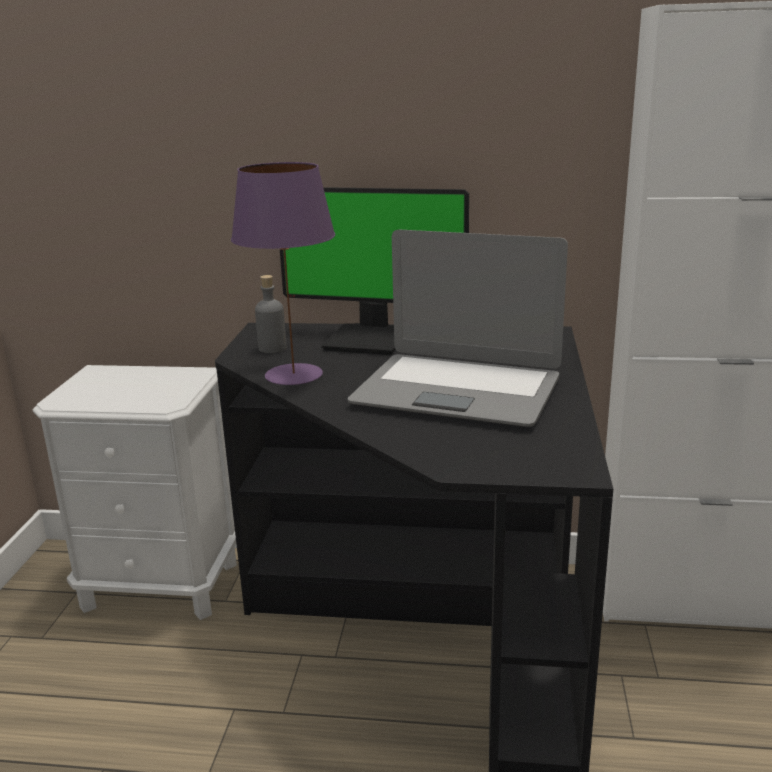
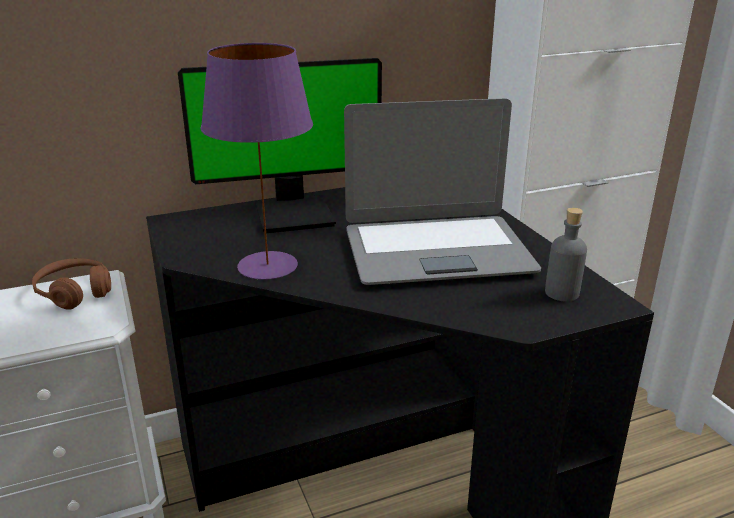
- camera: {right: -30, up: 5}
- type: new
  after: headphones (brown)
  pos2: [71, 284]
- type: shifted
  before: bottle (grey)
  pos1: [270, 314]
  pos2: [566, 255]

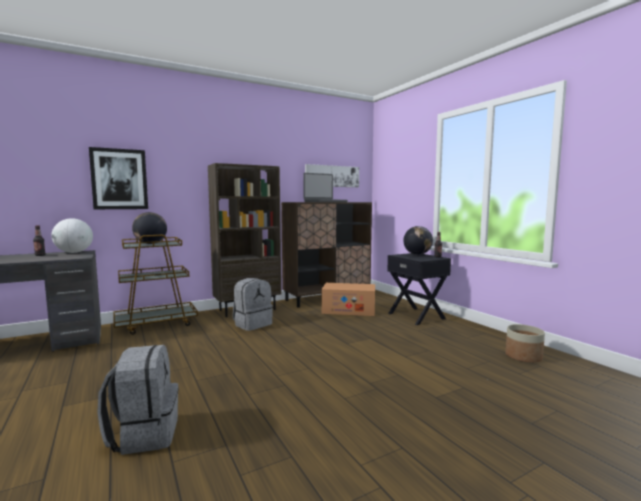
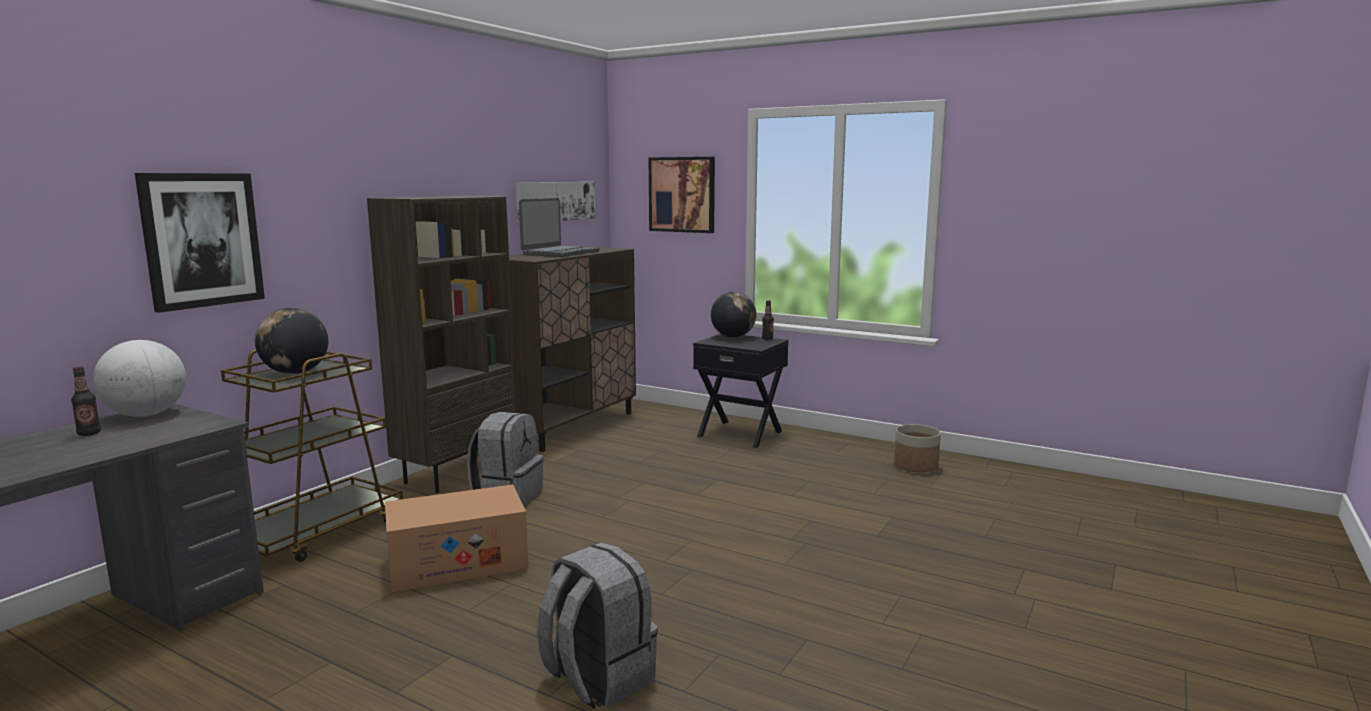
- camera: {right: -30, up: 5}
- type: new
  after: picture
  pos2: [682, 195]
- type: shifted
  before: cardboard box
  pos1: [348, 299]
  pos2: [457, 538]

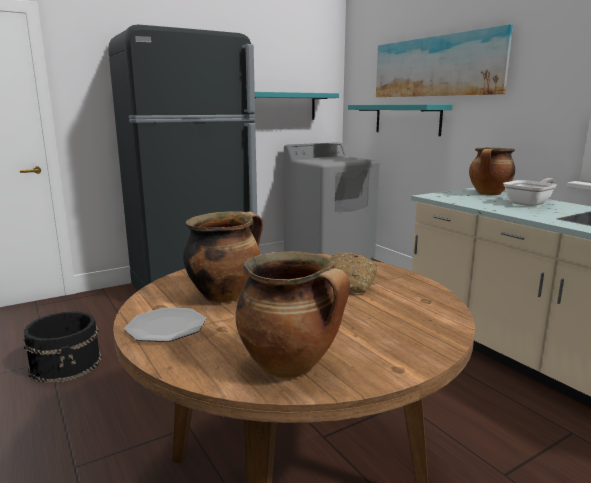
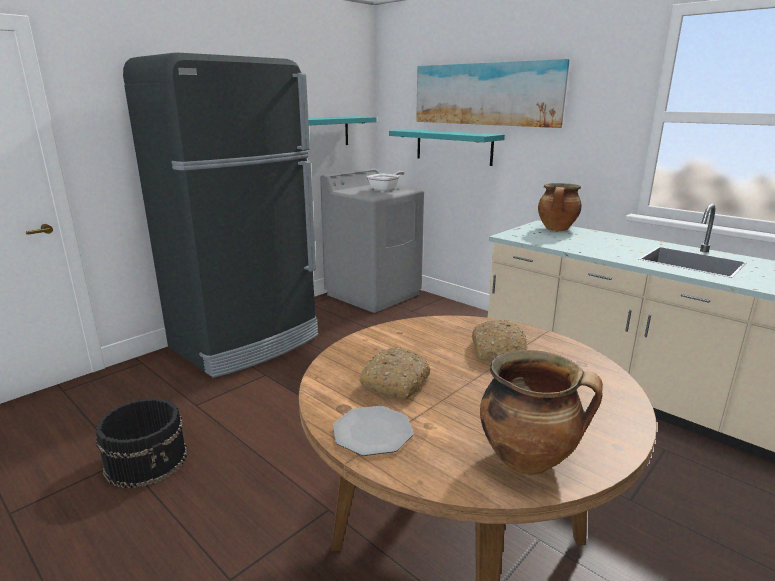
- camera: {right: -15, up: 5}
- type: shifted
  before: frying pan
  pos1: [530, 192]
  pos2: [385, 181]
- type: swapped
  before: cooking pot
  after: bread
  pos1: [223, 257]
  pos2: [394, 373]

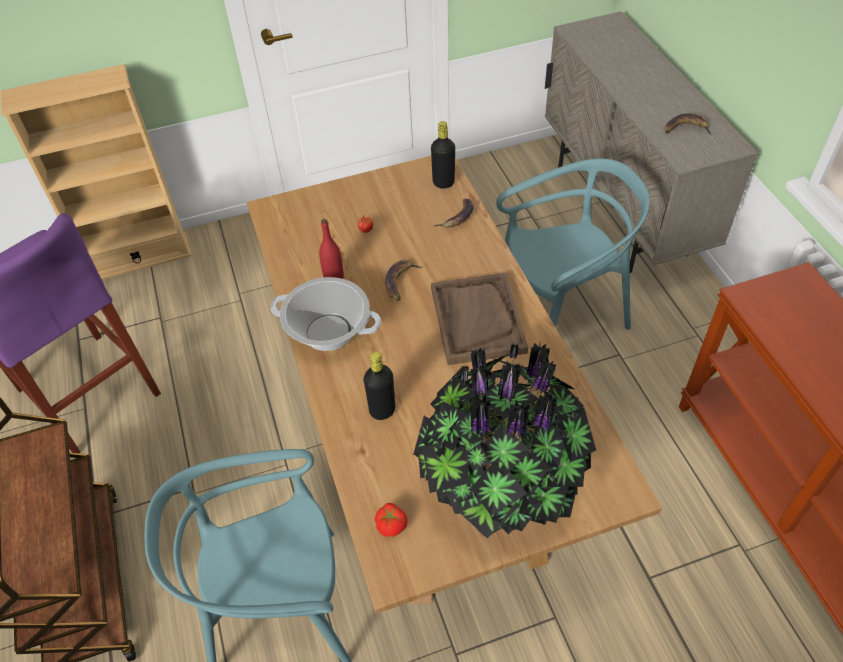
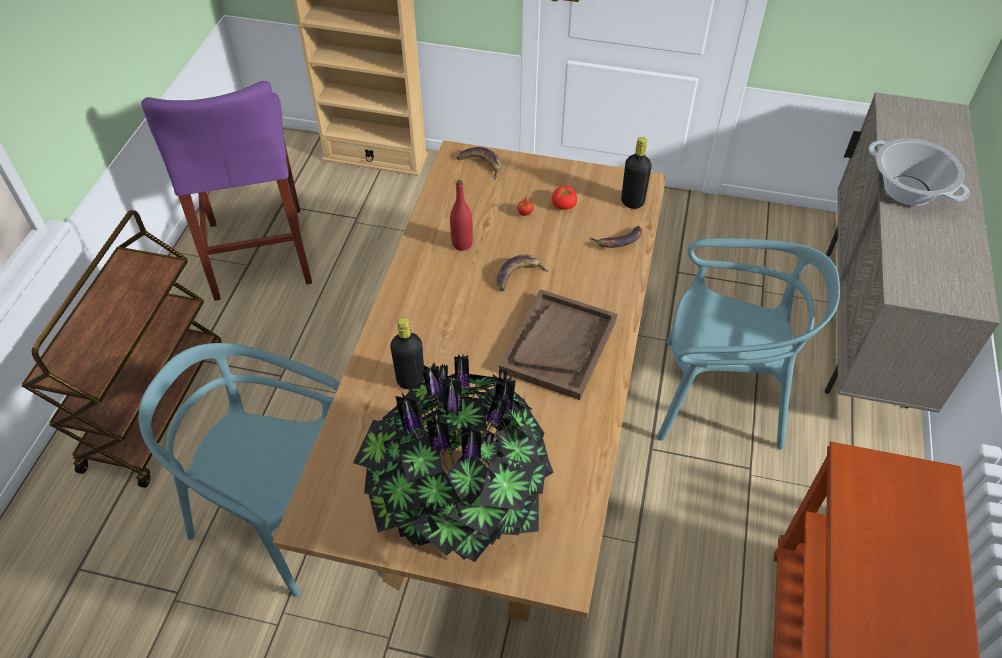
- camera: {right: 30, up: 0}
- type: shifted
  before: cooking pot
  pos1: [326, 314]
  pos2: [919, 172]
- type: shifted
  before: tomato
  pos1: [391, 520]
  pos2: [564, 197]
- type: shifted
  before: banana
  pos1: [688, 124]
  pos2: [478, 163]

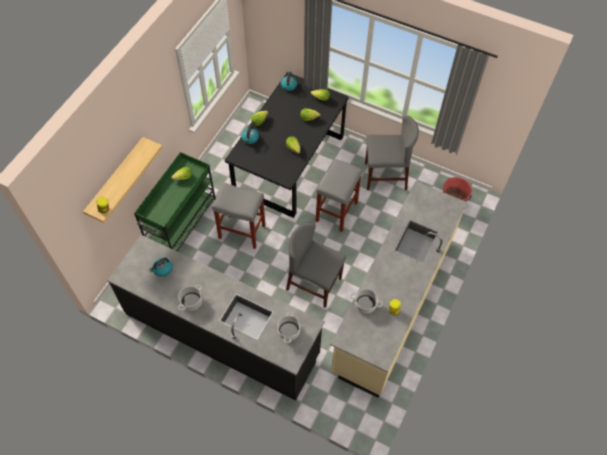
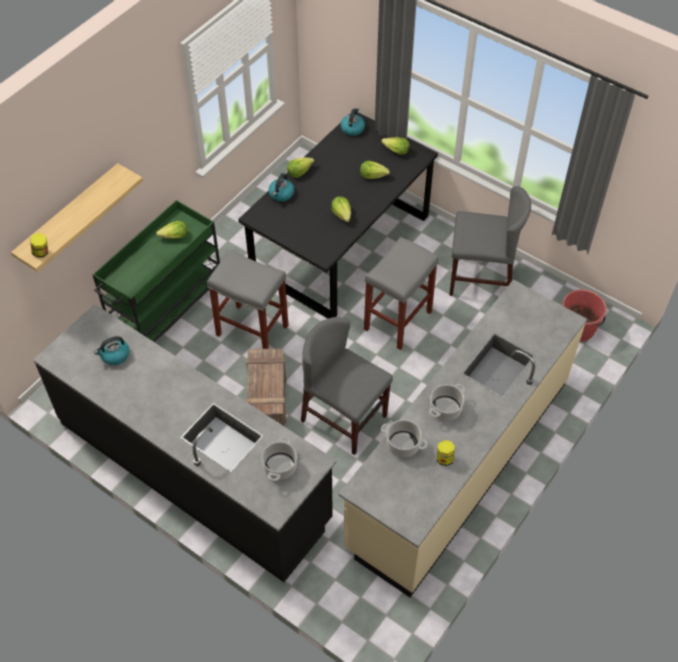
- camera: {right: 10, up: -5}
- type: new
  after: crate
  pos2: [265, 387]
- type: shifted
  before: cooking pot
  pos1: [190, 297]
  pos2: [447, 402]

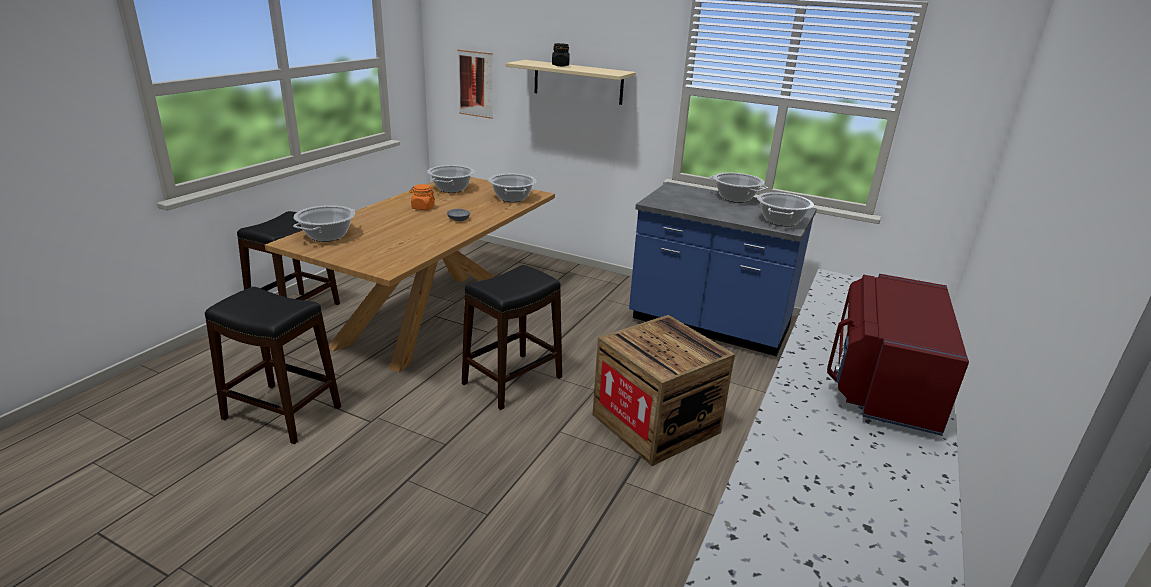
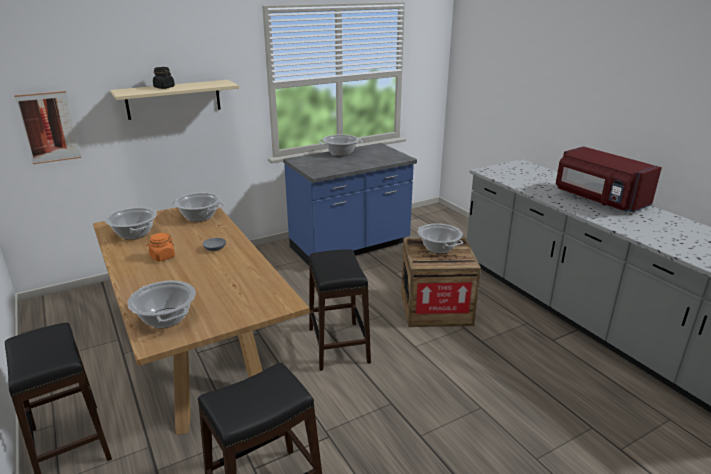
- camera: {right: -55, up: 0}
- type: shifted
  before: cooking pot
  pos1: [785, 209]
  pos2: [440, 238]

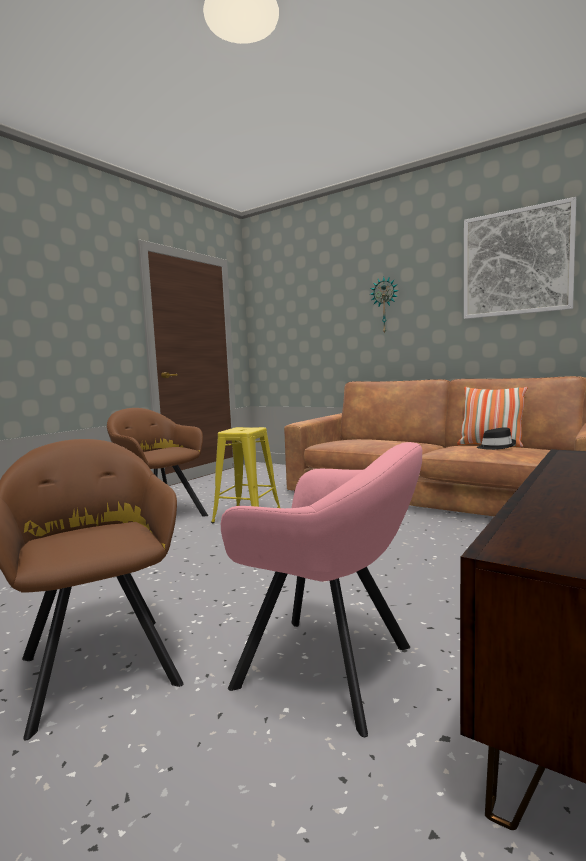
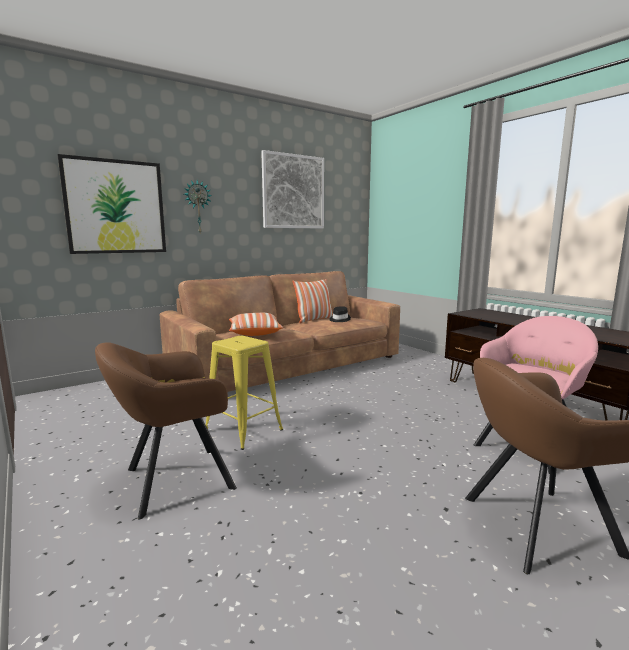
- camera: {right: -70, up: 5}
- type: new
  after: picture
  pos2: [112, 204]
- type: new
  after: pillow
  pos2: [256, 324]

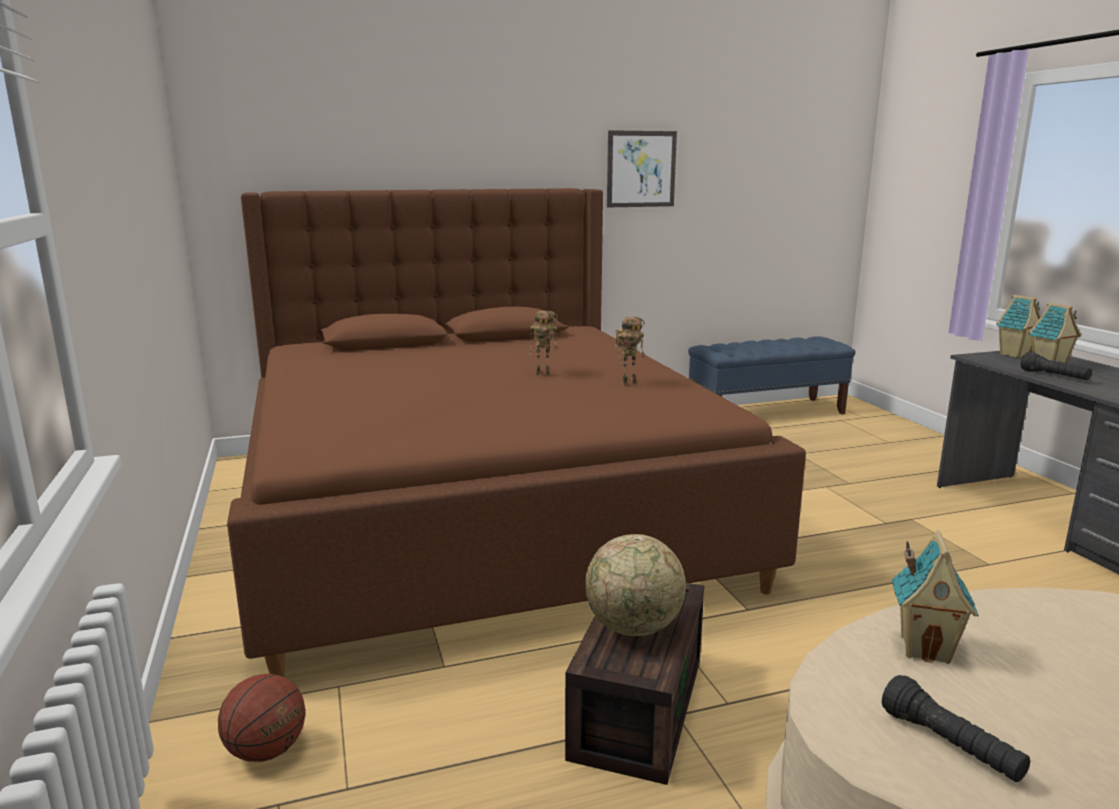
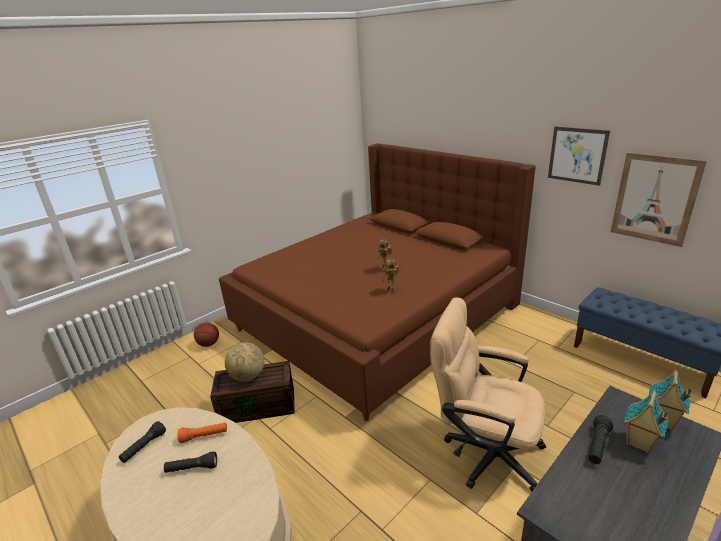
- camera: {right: 65, up: 10}
- type: new
  after: flashlight (black)
  pos2: [190, 462]
- type: new
  after: office chair (beige)
  pos2: [488, 394]
- type: new
  after: picture
  pos2: [659, 199]
- type: swapped
  before: toy house
  after: flashlight (orange)
  pos1: [935, 597]
  pos2: [202, 432]

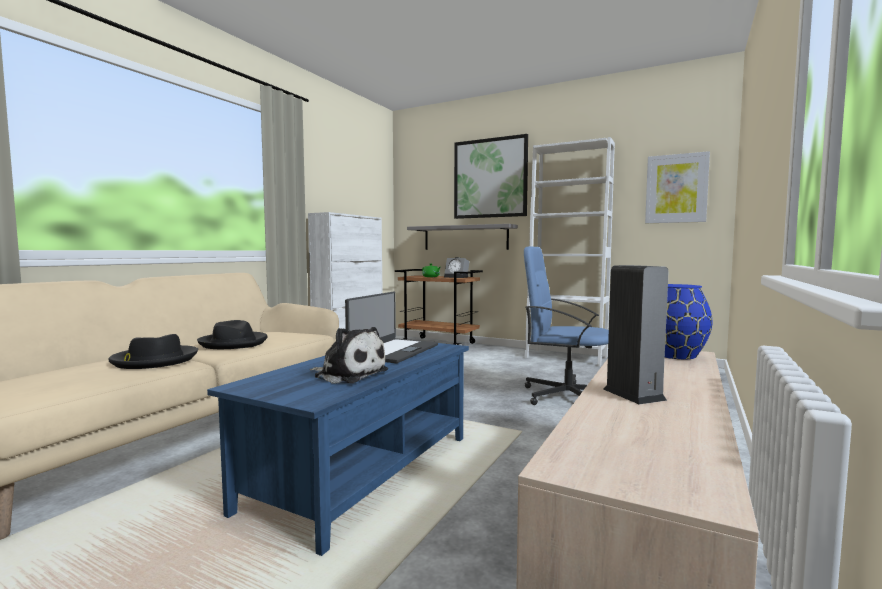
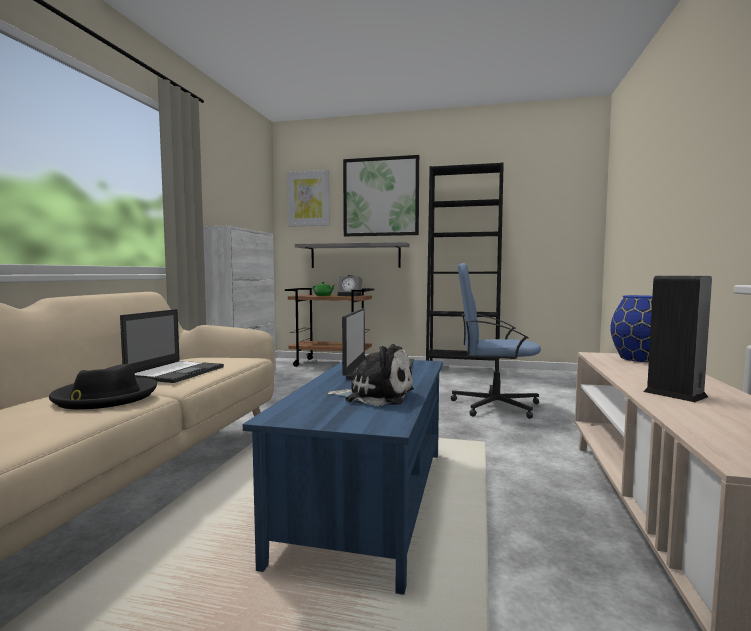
- camera: {right: -15, up: 0}
- type: shifted
  before: picture
  pos1: [677, 187]
  pos2: [308, 198]
- type: swapped
  before: hat (black)
  after: laptop
  pos1: [232, 334]
  pos2: [172, 346]
- type: repainted
  before: bookcase (white)
  after: bookcase (black)
  pos1: [570, 251]
  pos2: [465, 261]

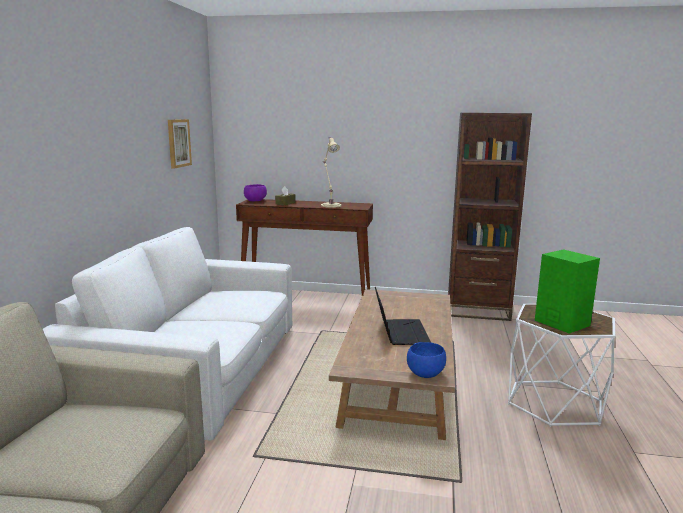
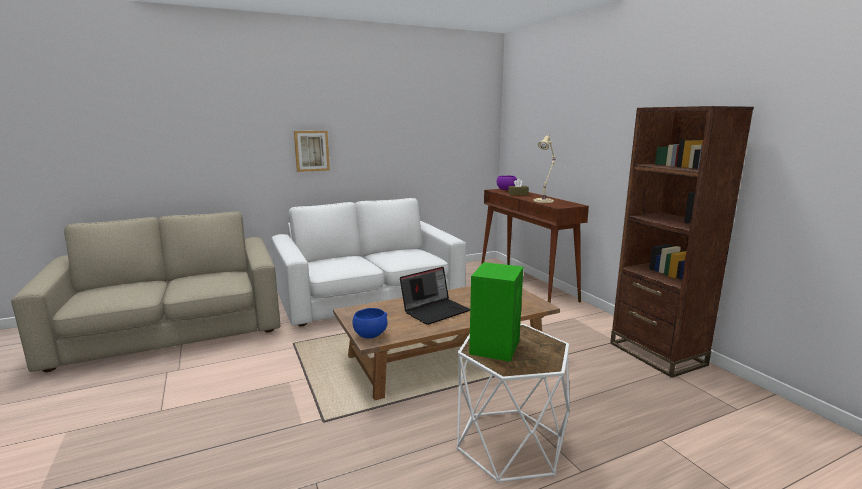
- camera: {right: 55, up: 0}
- type: shifted
  before: picture
  pos1: [180, 144]
  pos2: [312, 151]

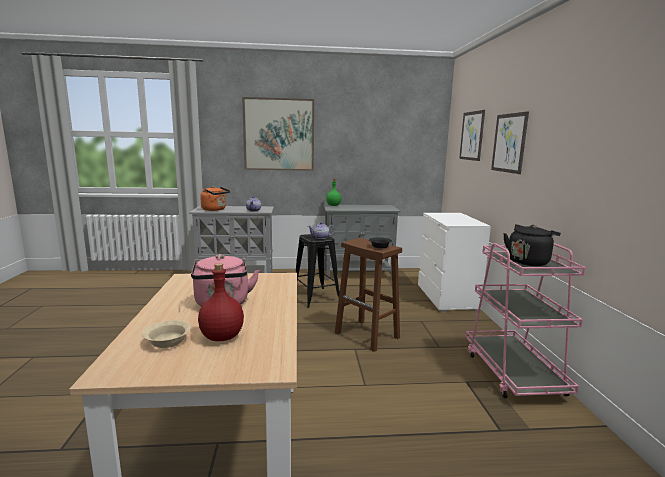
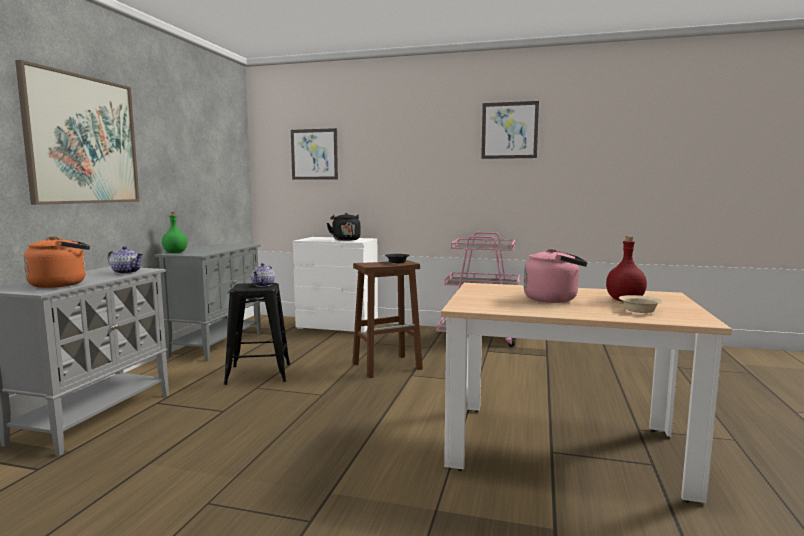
- camera: {right: -70, up: -5}
- type: shifted
  before: picture
  pos1: [510, 142]
  pos2: [510, 130]
- type: shifted
  before: kettle (black)
  pos1: [532, 245]
  pos2: [343, 227]

